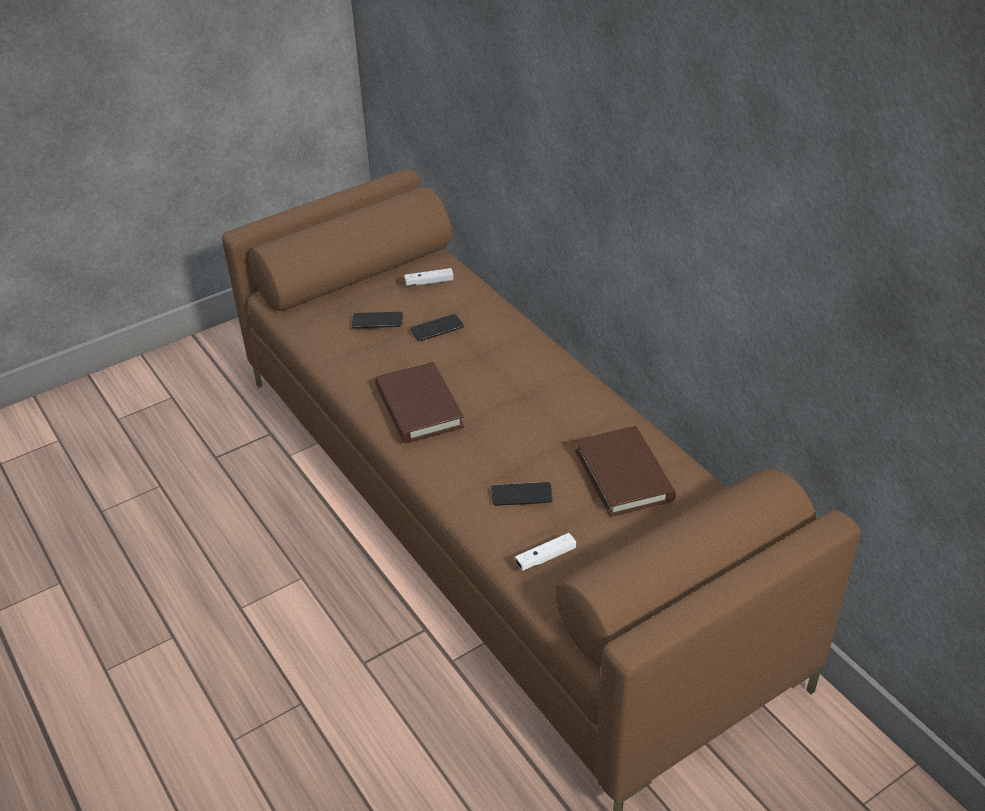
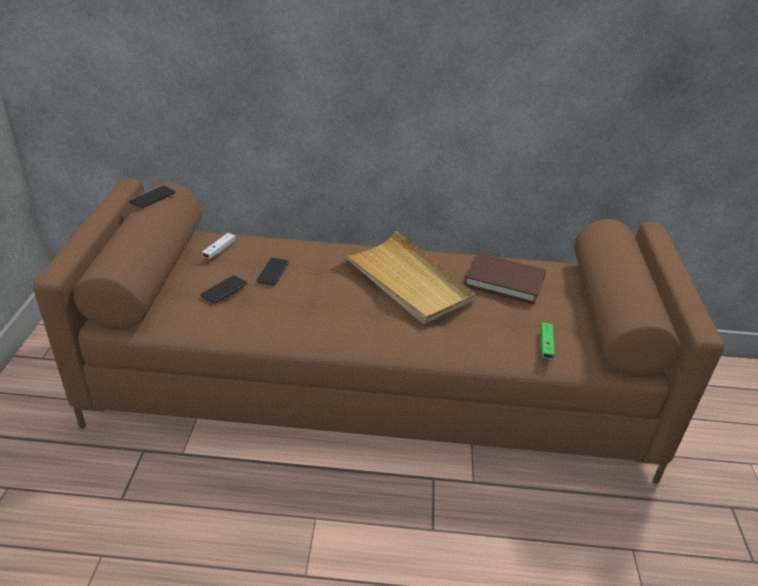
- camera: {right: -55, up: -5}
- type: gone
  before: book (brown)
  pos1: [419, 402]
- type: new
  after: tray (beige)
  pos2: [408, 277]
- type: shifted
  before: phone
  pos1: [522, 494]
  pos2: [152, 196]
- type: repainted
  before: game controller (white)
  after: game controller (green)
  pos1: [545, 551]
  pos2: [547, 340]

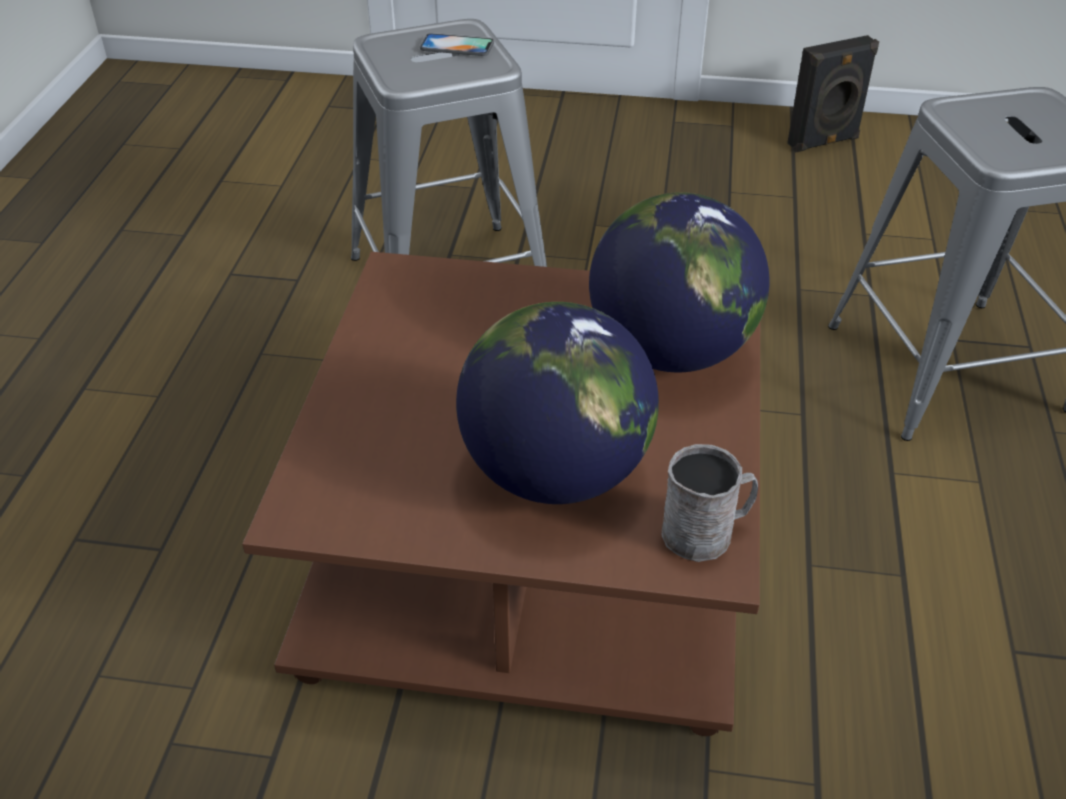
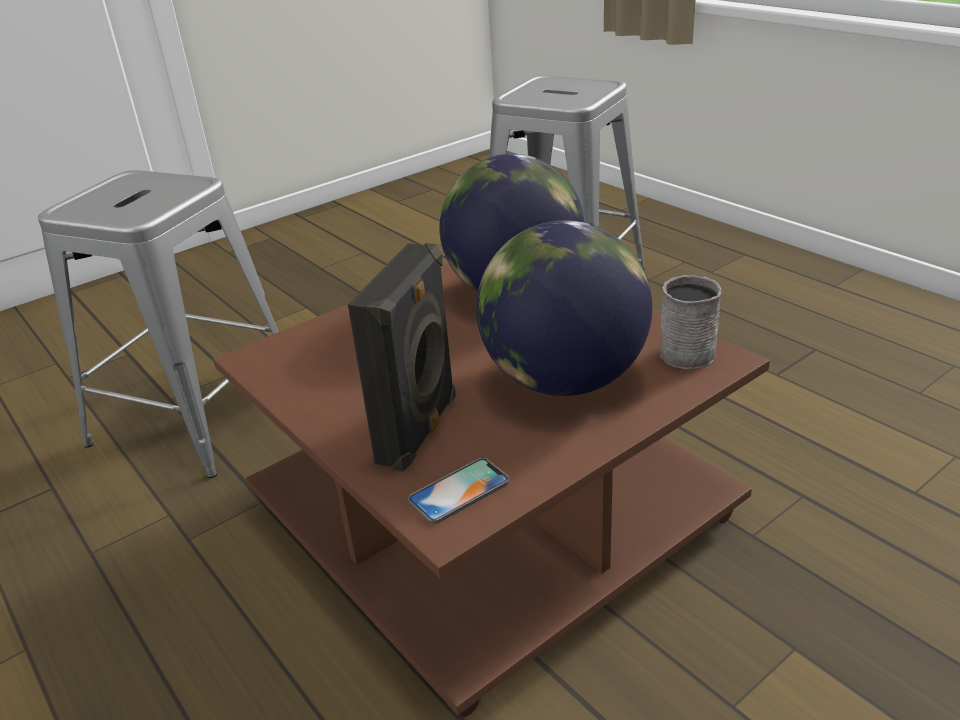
- camera: {right: -45, up: -10}
- type: shifted
  before: phone
  pos1: [457, 44]
  pos2: [458, 491]
- type: shifted
  before: speaker (black)
  pos1: [833, 93]
  pos2: [402, 357]

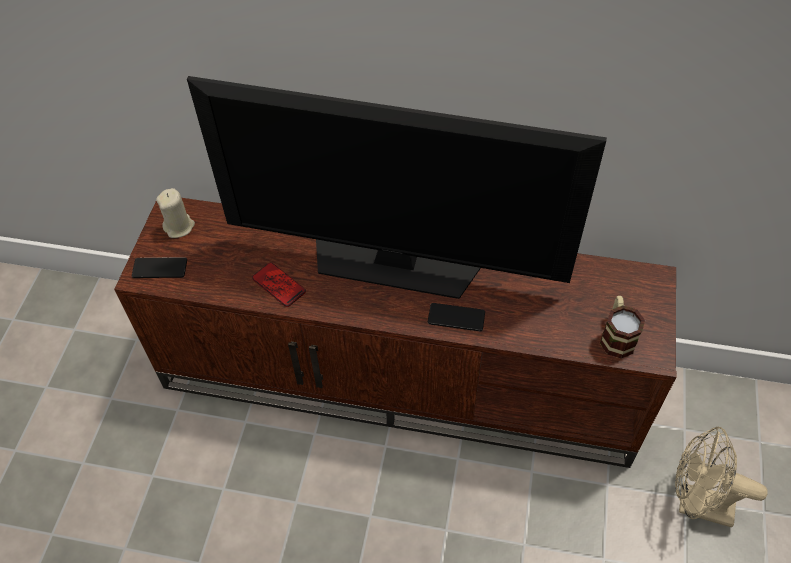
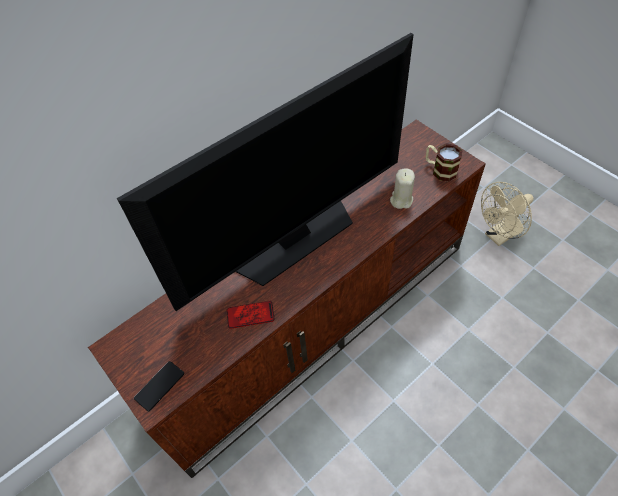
- camera: {right: -50, up: 0}
- type: gone
  before: phone
  pos1: [456, 317]
- type: shifted
  before: candle (beige)
  pos1: [175, 213]
  pos2: [402, 188]

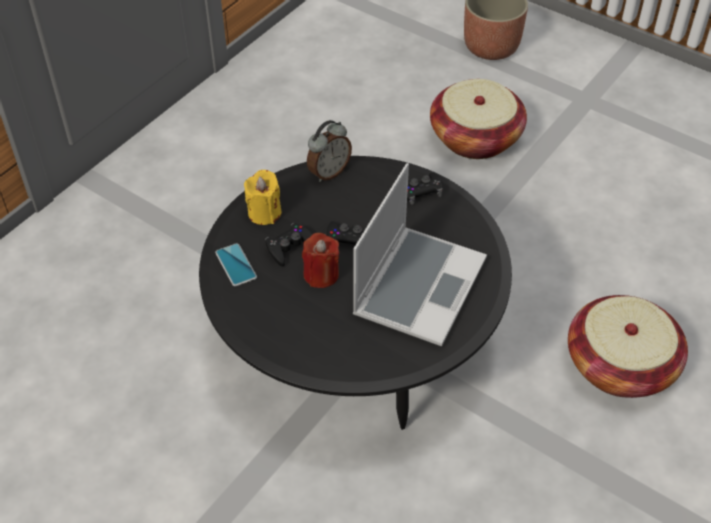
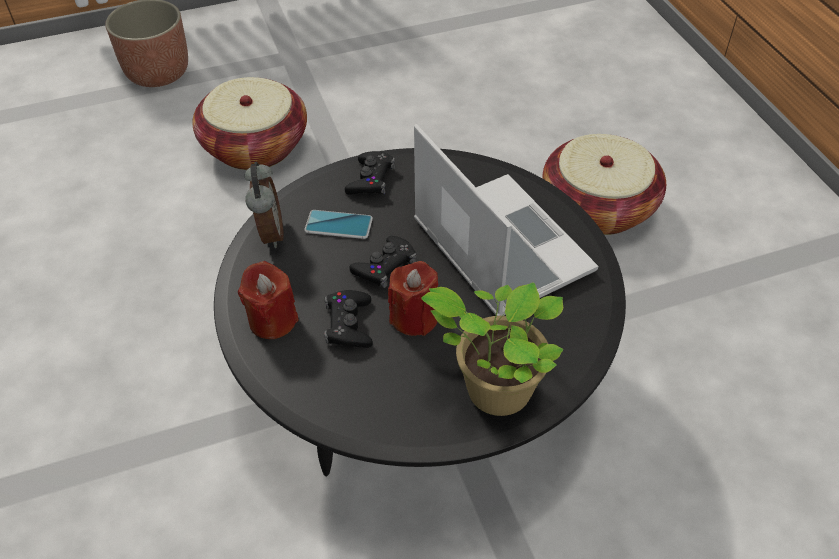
- camera: {right: -55, up: 0}
- type: new
  after: potted plant
  pos2: [492, 349]
- type: shifted
  before: phone
  pos1: [236, 264]
  pos2: [338, 224]
- type: repainted
  before: candle (yellow)
  after: candle (red)
  pos1: [262, 197]
  pos2: [268, 300]

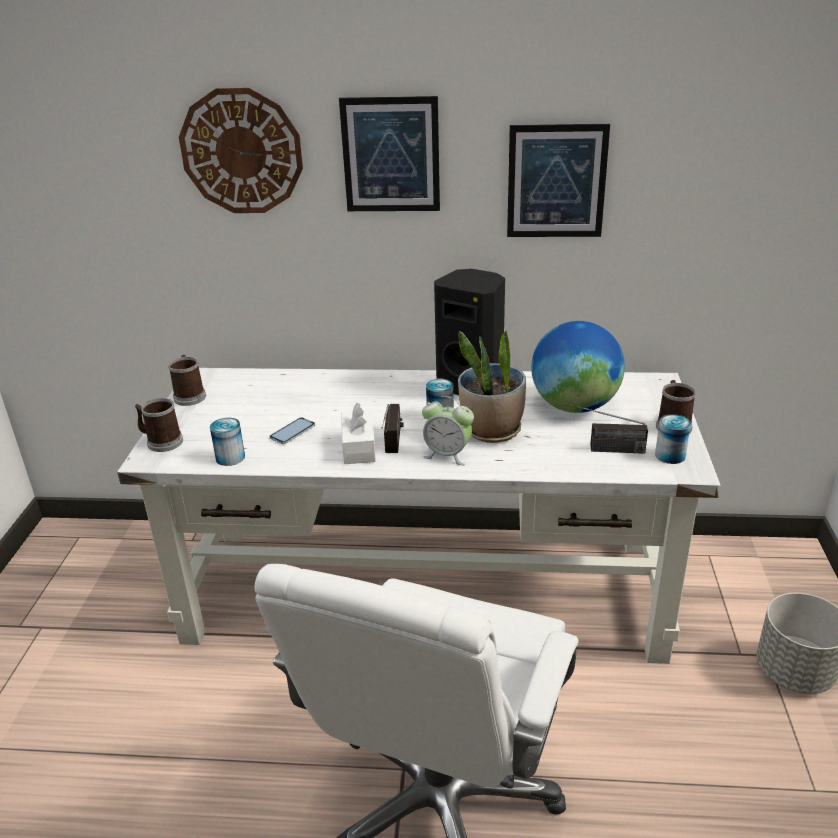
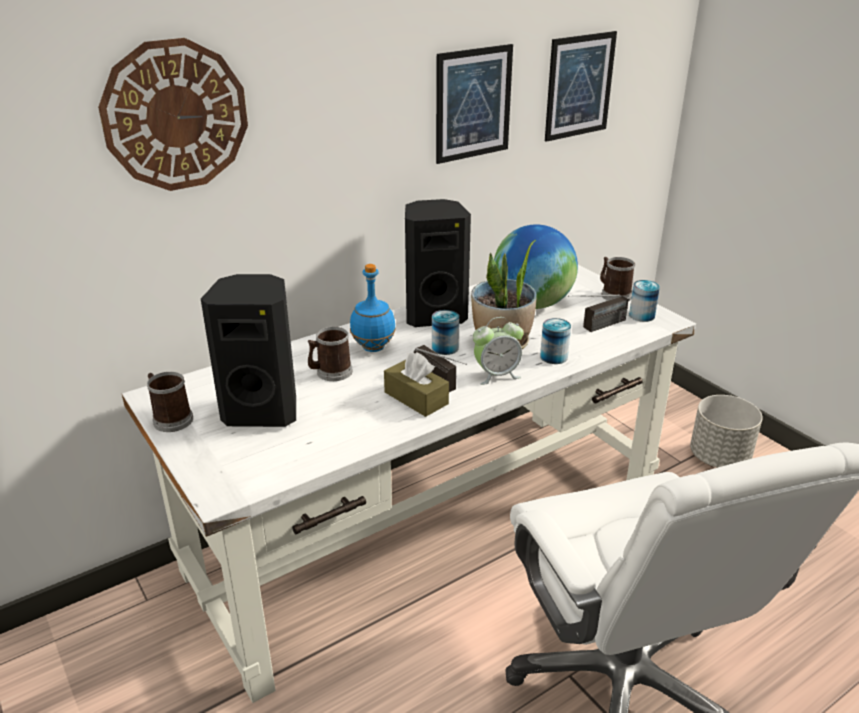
- camera: {right: -40, up: 0}
- type: gone
  before: phone
  pos1: [292, 430]
- type: new
  after: speaker (black)
  pos2: [248, 350]
- type: new
  after: bottle (blue)
  pos2: [373, 308]
- type: shifted
  before: mug
  pos1: [159, 425]
  pos2: [330, 354]
- type: shifted
  before: can
  pos1: [227, 441]
  pos2: [555, 341]
- type: shifted
  before: picture
  pos1: [389, 153]
  pos2: [581, 86]
- type: repainted
  before: tissue box (white)
  after: tissue box (brown)
  pos1: [358, 433]
  pos2: [416, 384]

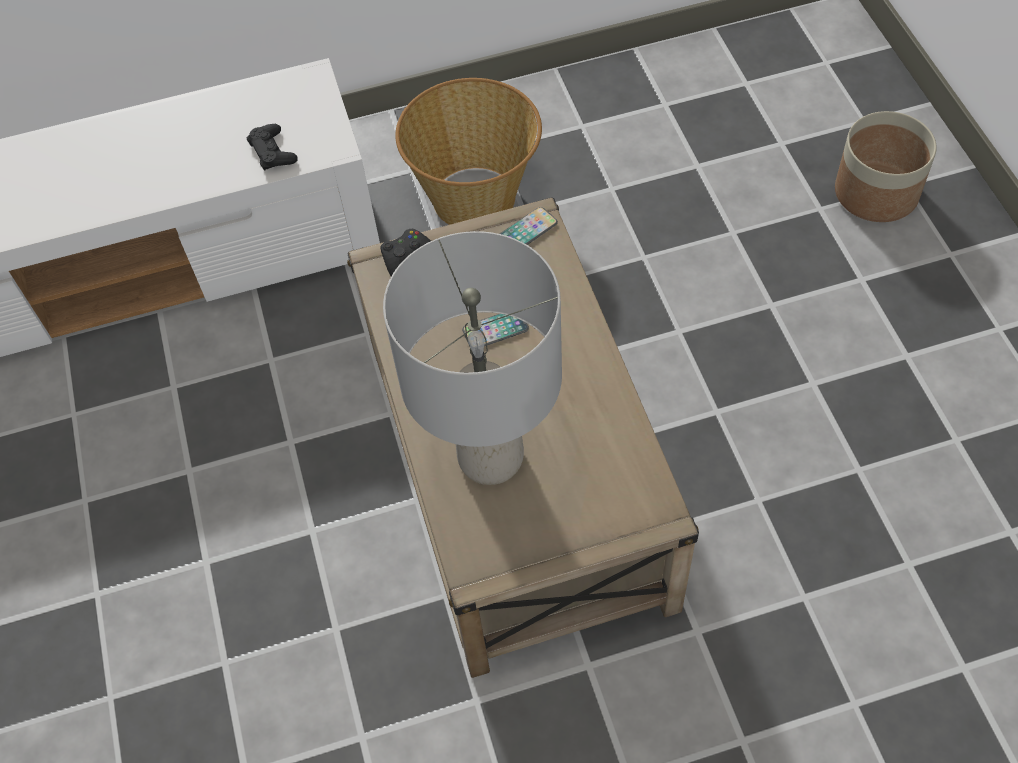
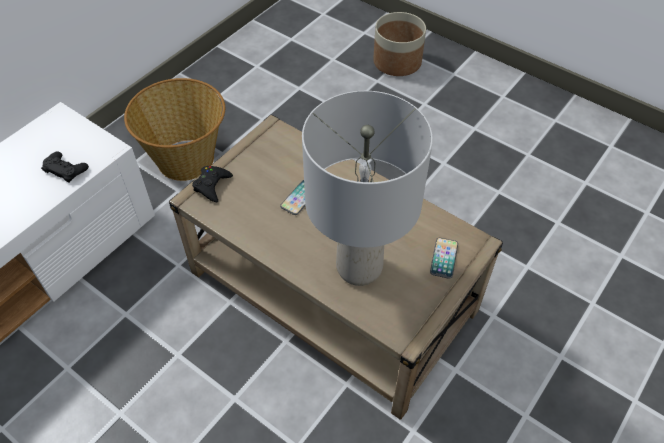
- camera: {right: -40, up: -5}
- type: shifted
  before: phone
  pos1: [529, 226]
  pos2: [444, 258]

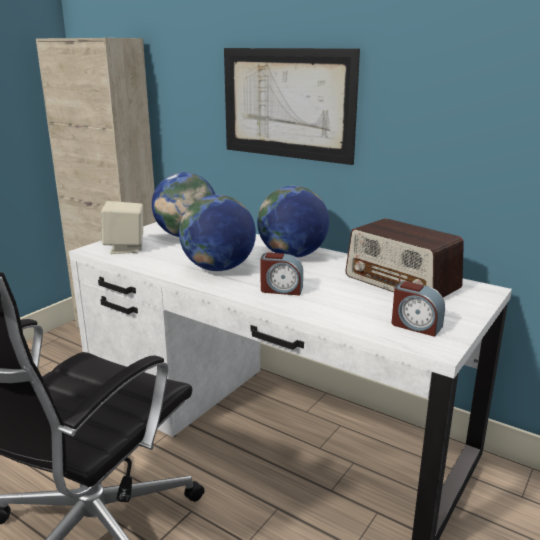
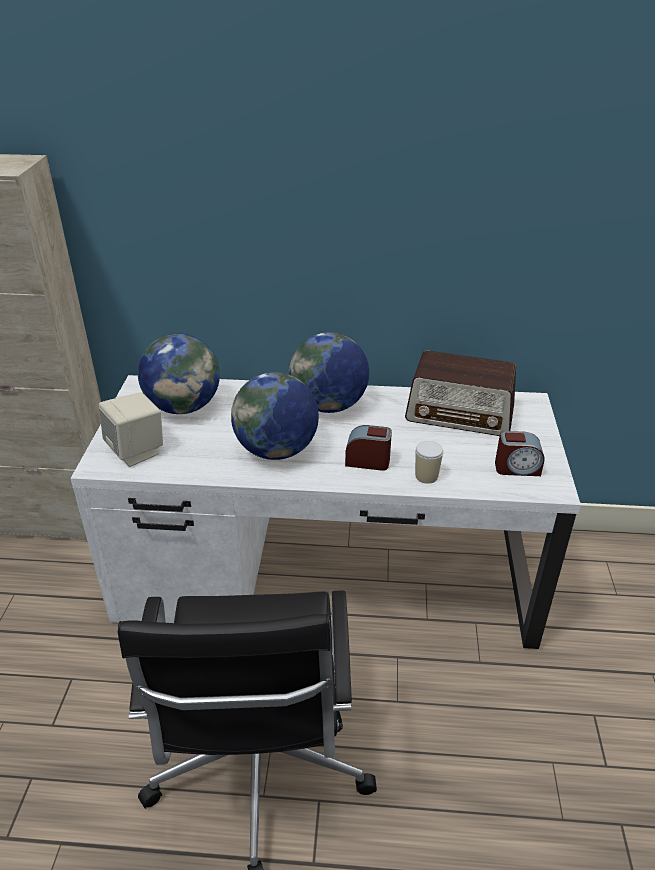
- camera: {right: -30, up: 15}
- type: gone
  before: picture
  pos1: [292, 106]
- type: new
  after: cup
  pos2: [429, 462]
- type: rotated
  before: alarm clock
  pos1: [281, 274]
  pos2: [368, 448]
  turn: -150

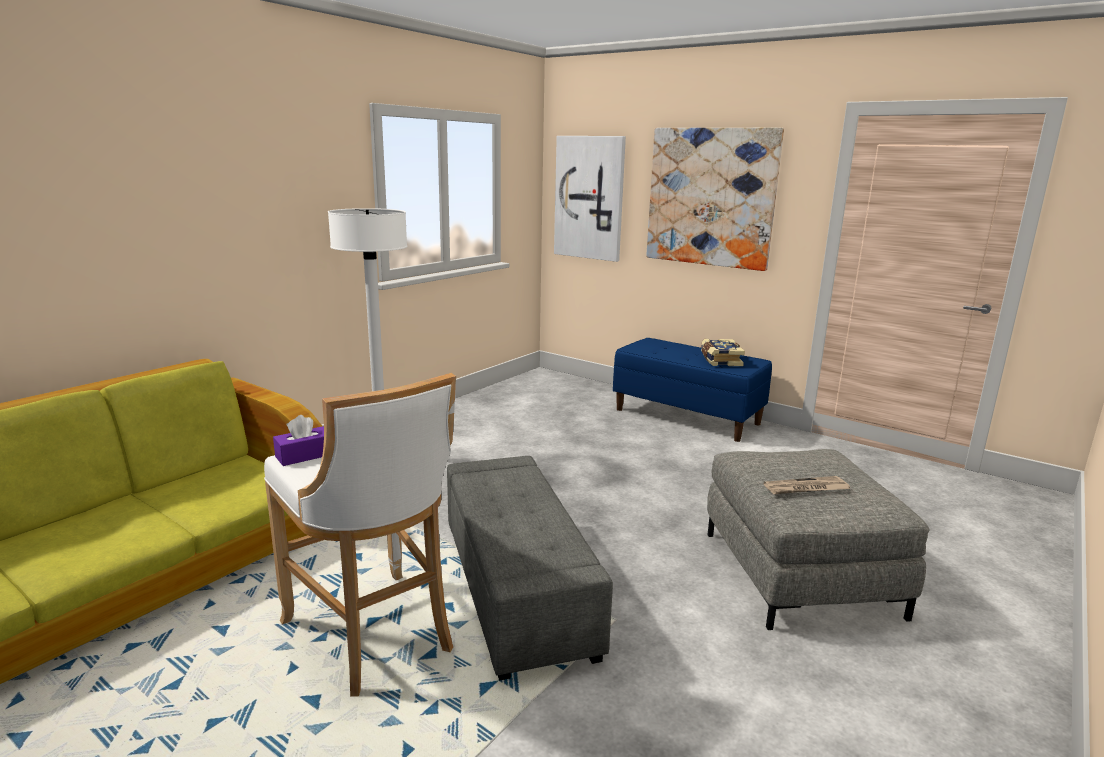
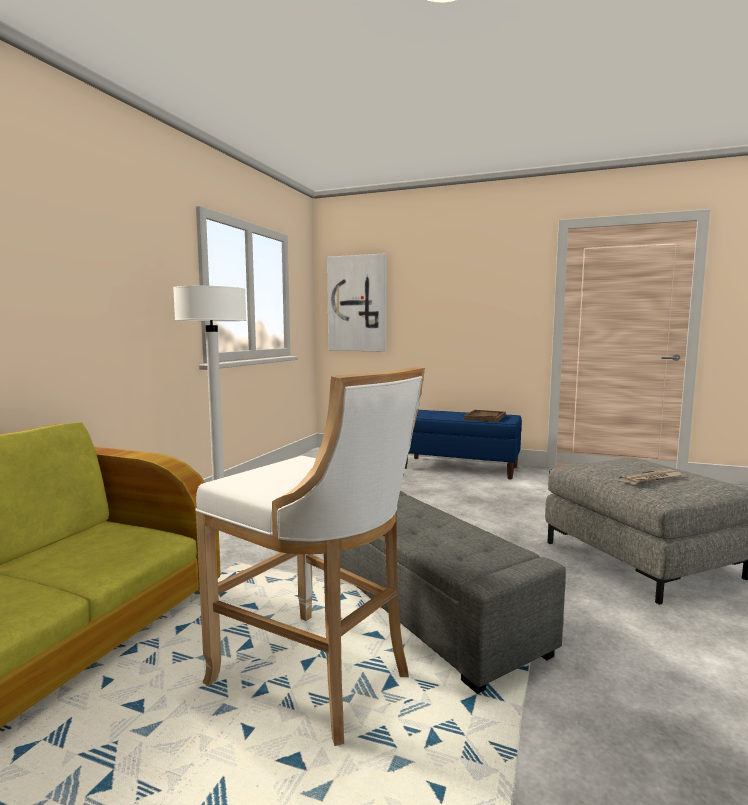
- camera: {right: -15, up: -10}
- type: gone
  before: tissue box (purple)
  pos1: [298, 440]
- type: gone
  before: picture
  pos1: [715, 199]
- type: swapped
  before: book
  after: tray (brown)
  pos1: [723, 352]
  pos2: [485, 416]

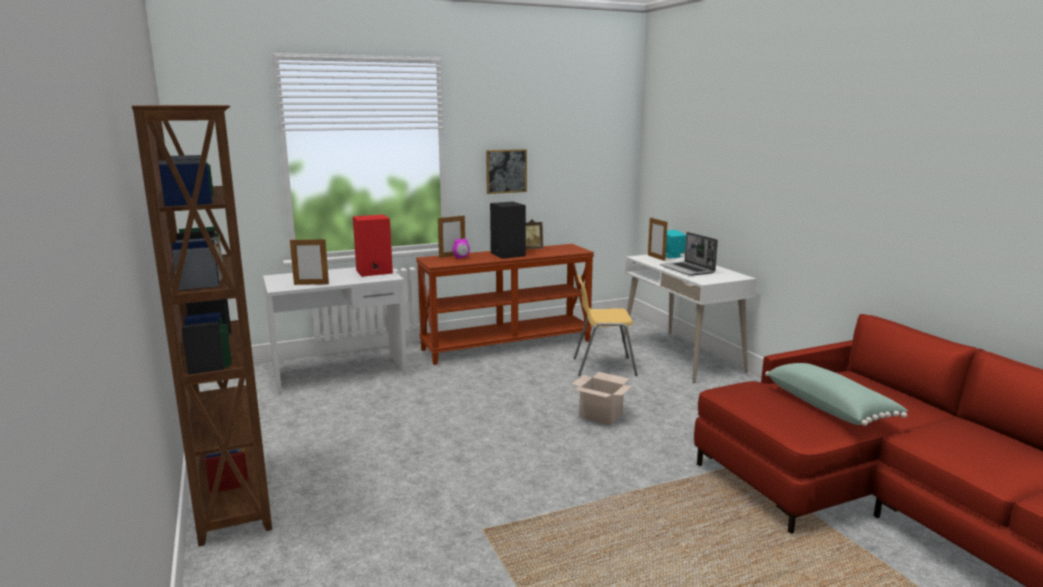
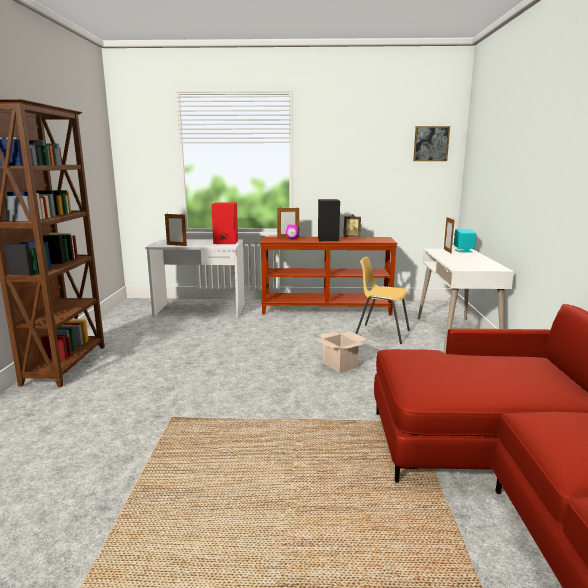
- camera: {right: 25, up: 0}
- type: gone
  before: laptop
  pos1: [689, 254]
- type: gone
  before: pillow (green)
  pos1: [836, 394]
- type: shifted
  before: picture
  pos1: [506, 171]
  pos2: [431, 143]

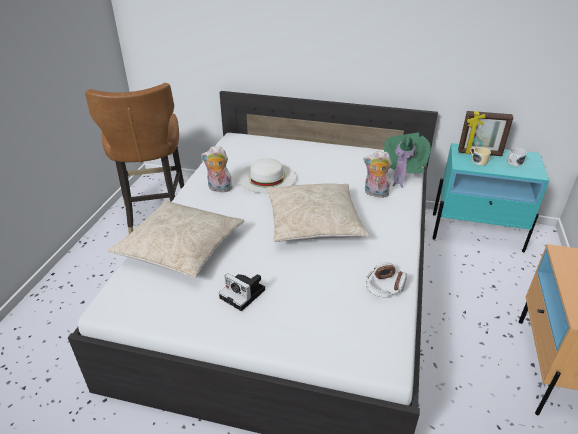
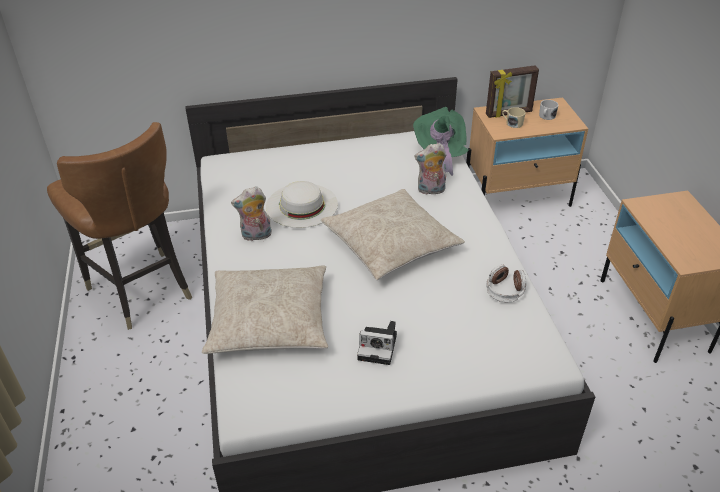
- camera: {right: -25, up: 5}
- type: repainted
  before: nightstand (turquoise)
  after: nightstand (beige)
  pos1: [490, 197]
  pos2: [527, 152]

